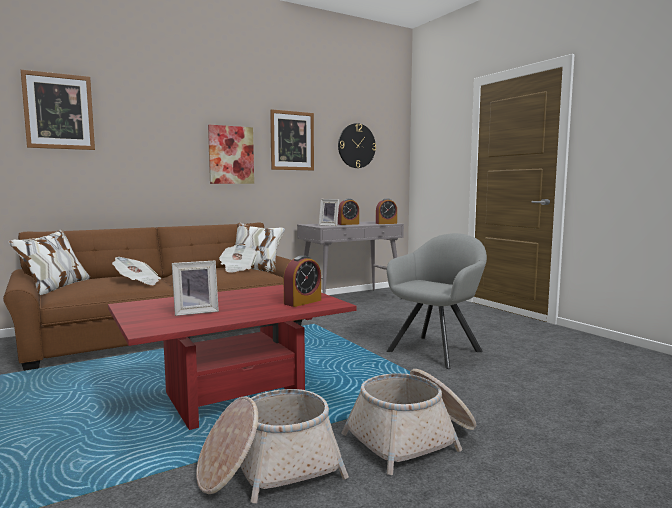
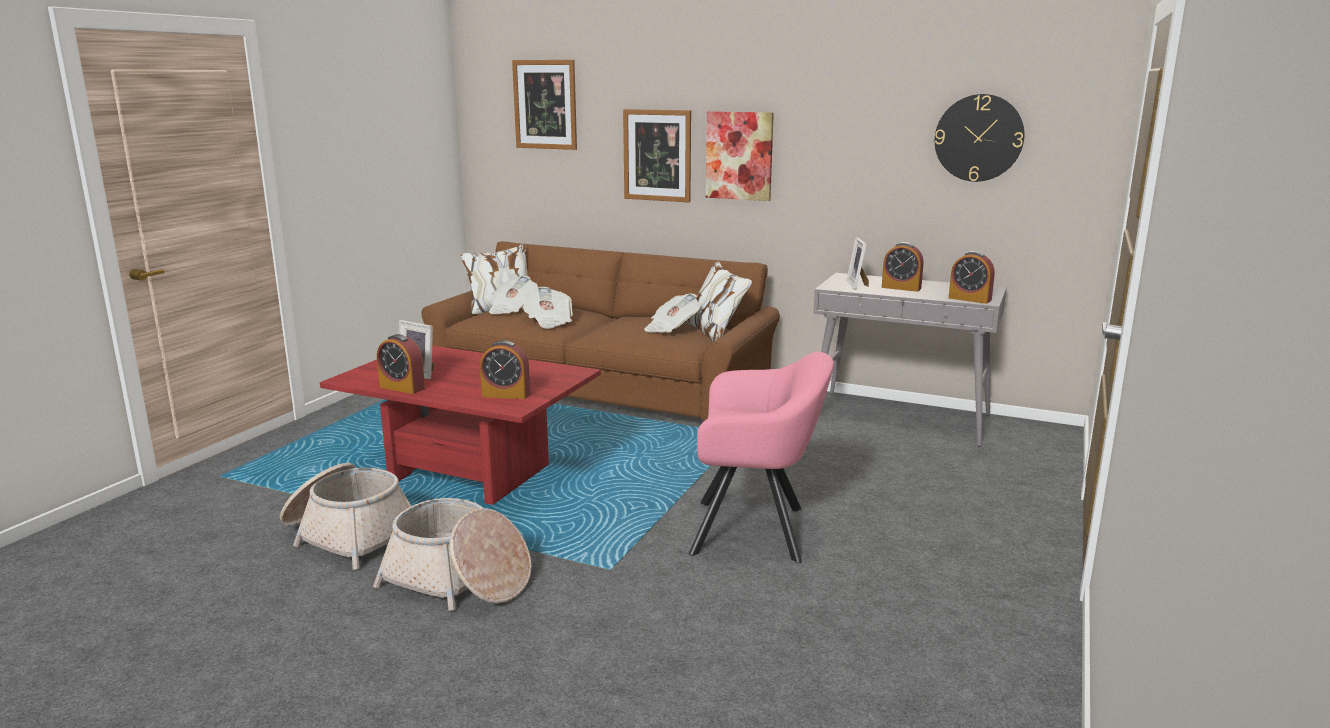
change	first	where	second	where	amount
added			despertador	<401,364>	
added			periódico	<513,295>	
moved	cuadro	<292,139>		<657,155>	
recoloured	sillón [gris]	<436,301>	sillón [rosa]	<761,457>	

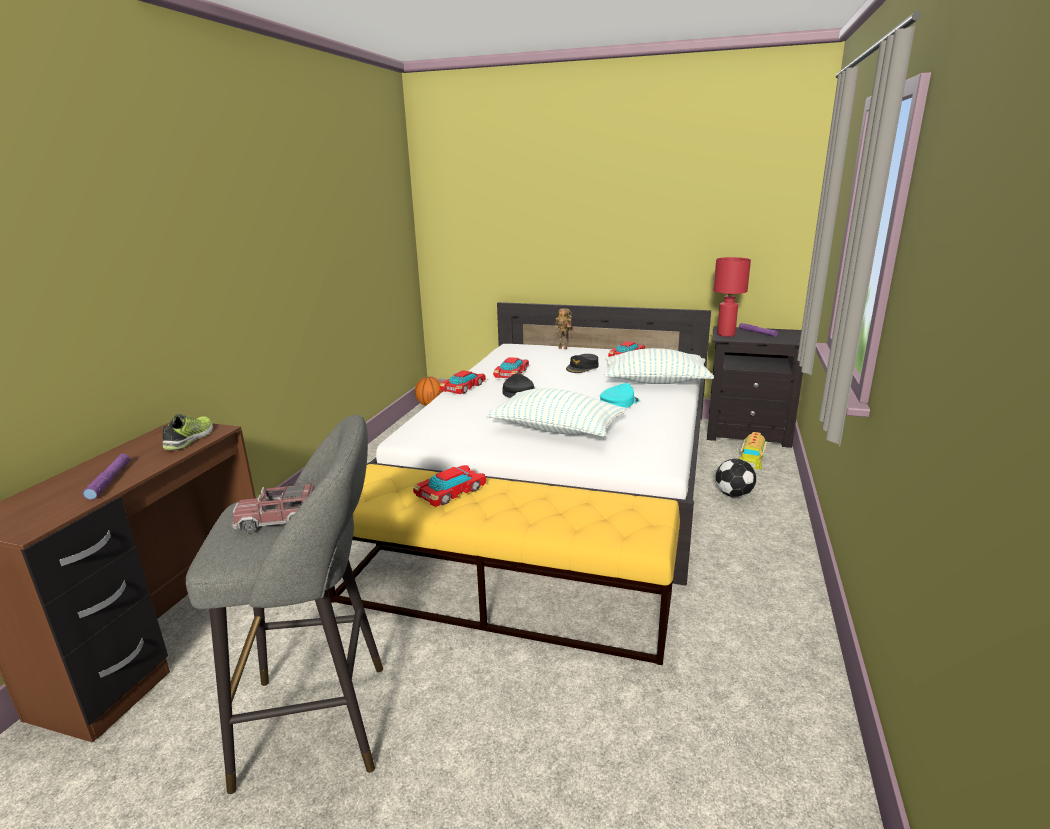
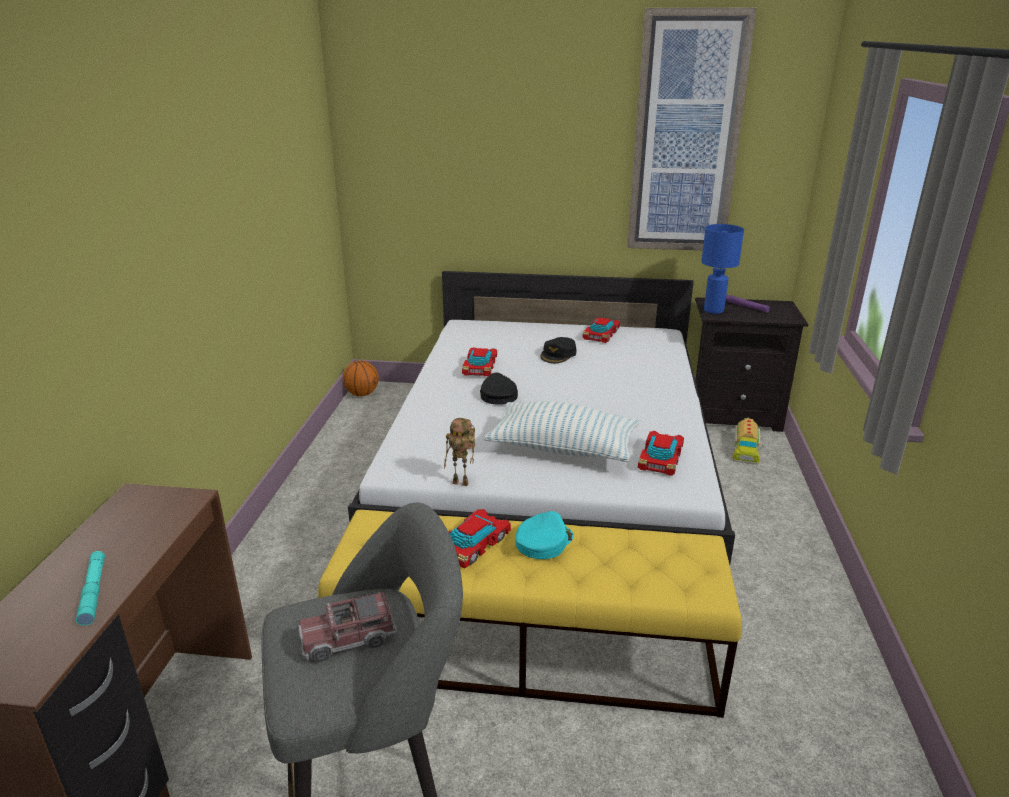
change	first	where	second	where	amount
removed	zapato	<187,432>			
removed	cojín	<659,366>			
removed	balón de fútbol	<735,478>			
added			cuadro	<692,128>	
moved	coche de juguete	<463,382>		<661,453>	
moved	robot de juguete	<563,329>		<459,452>	
moved	gorra [turquesa]	<620,395>		<544,535>	
recoloured	linterna [morado]	<106,477>	linterna [turquesa]	<90,588>	
recoloured	lámpara de mesa [rojo]	<732,297>	lámpara de mesa [azul]	<722,269>	

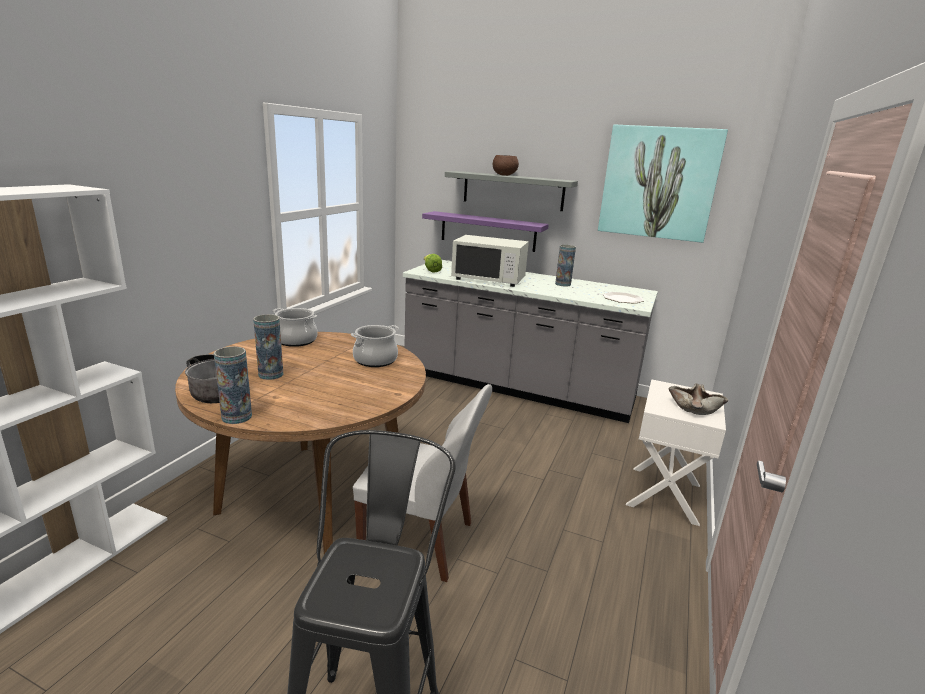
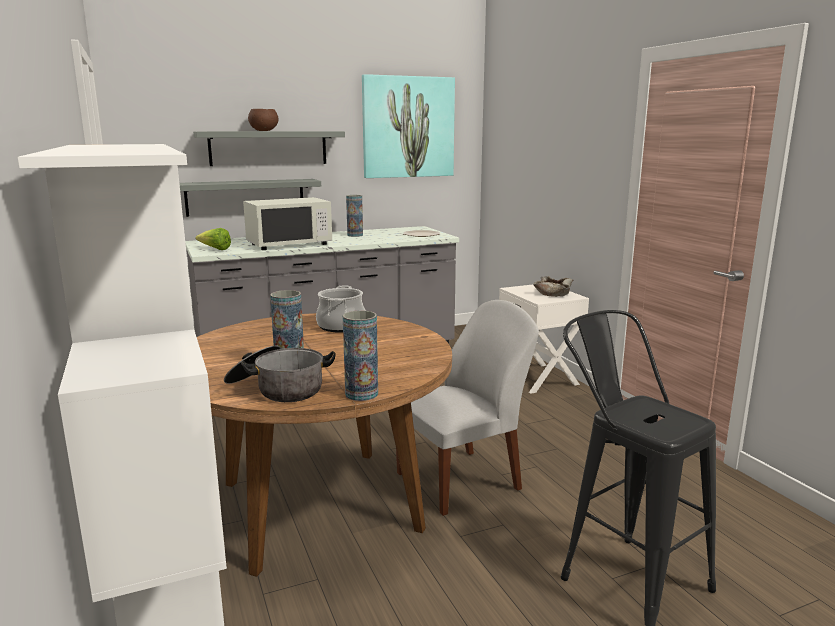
change	first	where	second	where	amount
removed	olla	<295,327>			
recoloured	estante [morado]	<485,231>	estante [gris]	<250,198>	

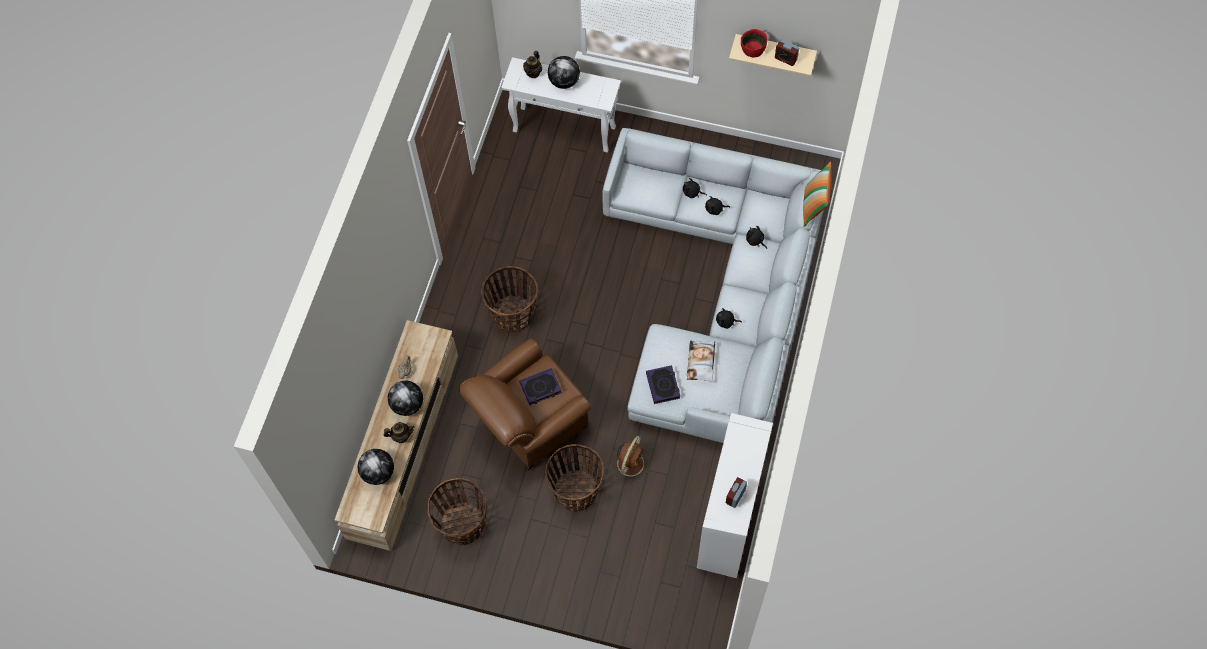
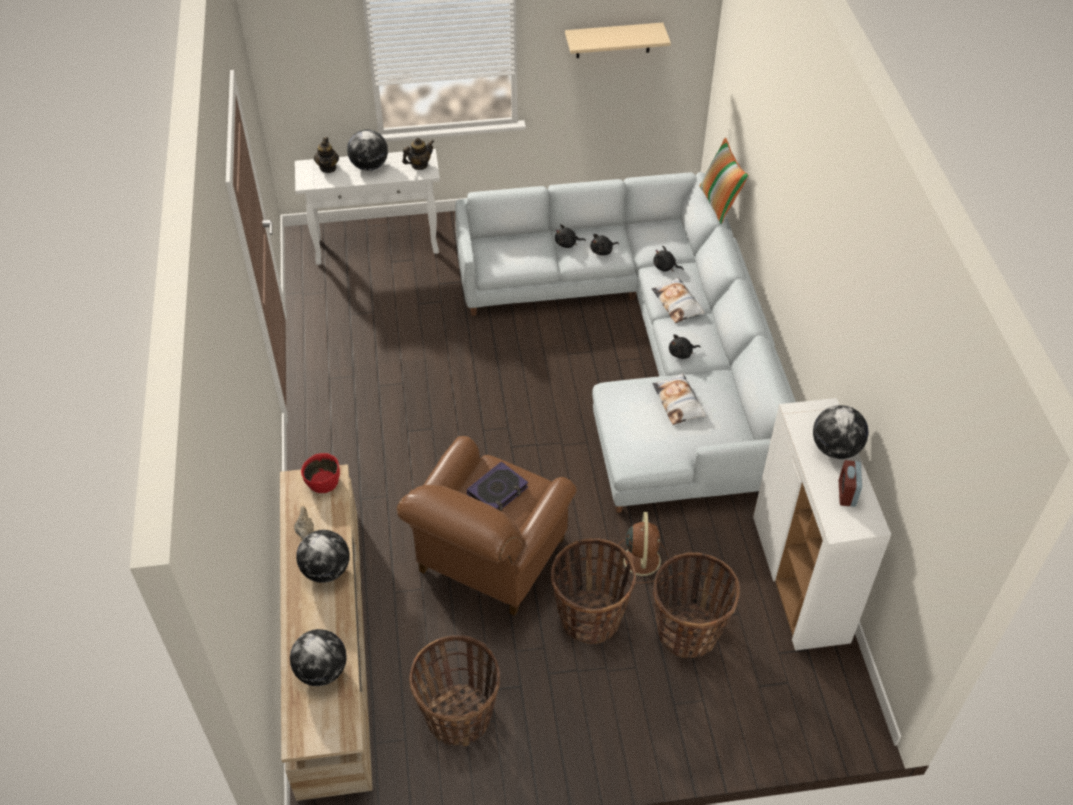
change	first	where	second	where	amount
removed	libro	<663,384>			
removed	despertador	<787,52>			
added			cojín	<678,300>	
added			globo terráqueo	<841,432>	
moved	tetera	<399,432>		<418,154>	
moved	cesta	<509,299>		<696,605>	
moved	cuenco [rojo]	<754,43>		<320,473>	

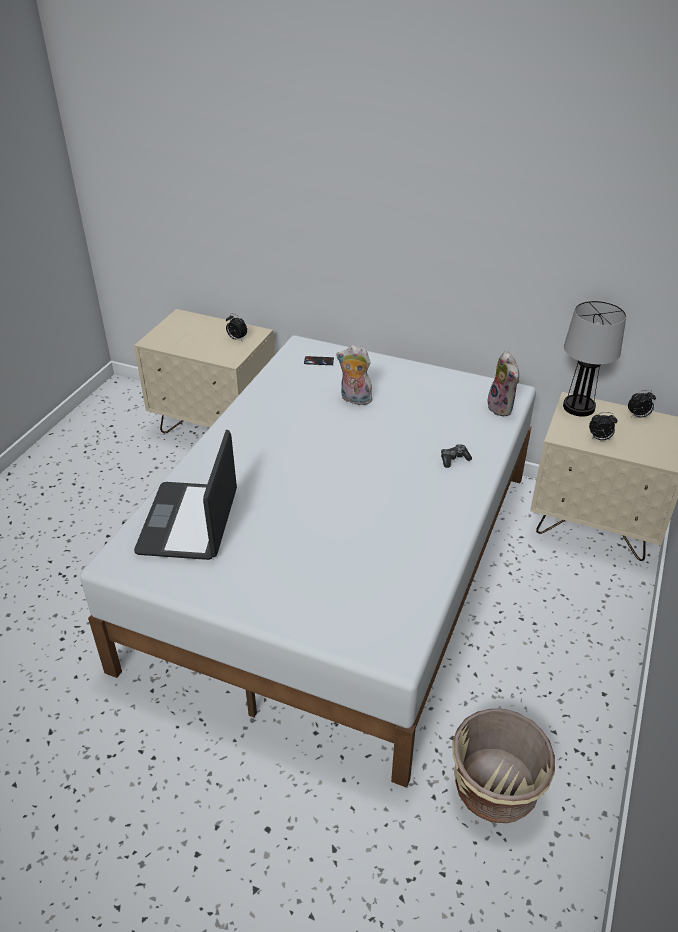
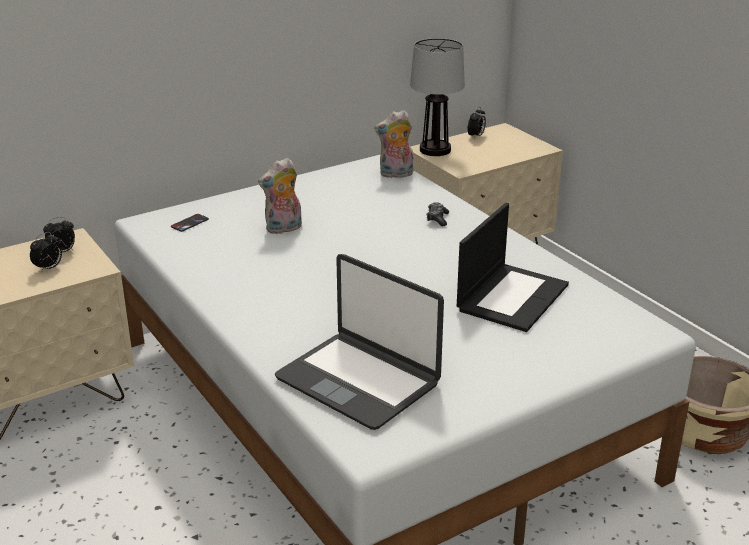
change	first	where	second	where	amount
added			portátil	<513,267>	
moved	despertador	<603,426>		<46,252>	
turned	peluche	<502,383>		<394,144>	150 degrees clockwise

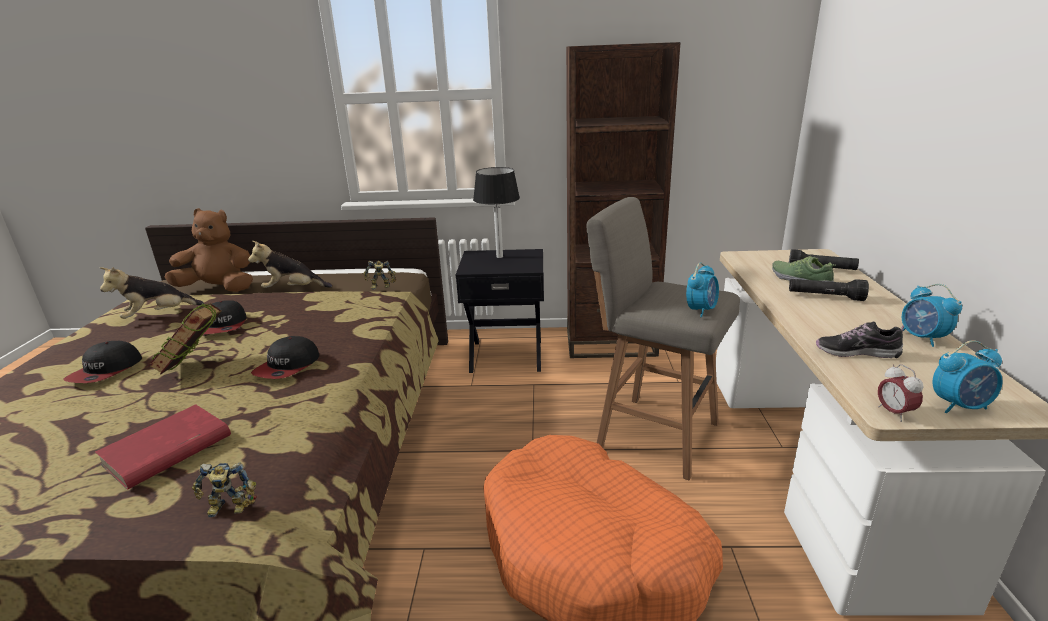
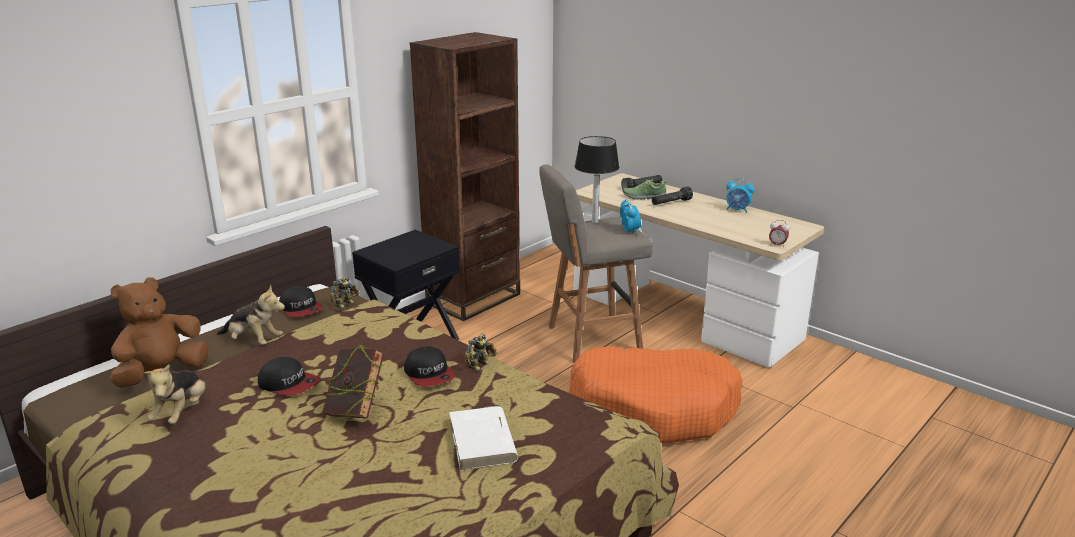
change	first	where	second	where	amount
removed	zapato	<860,340>			
removed	despertador	<968,377>			
moved	gorra	<102,362>		<301,301>	
moved	robot de juguete	<224,489>		<480,352>	
moved	lámpara de mesa	<496,212>		<596,179>	
recoloured	libro [rojo]	<163,447>	libro [blanco]	<483,438>	
turned	peluche	<290,264>		<251,315>	105 degrees counterclockwise

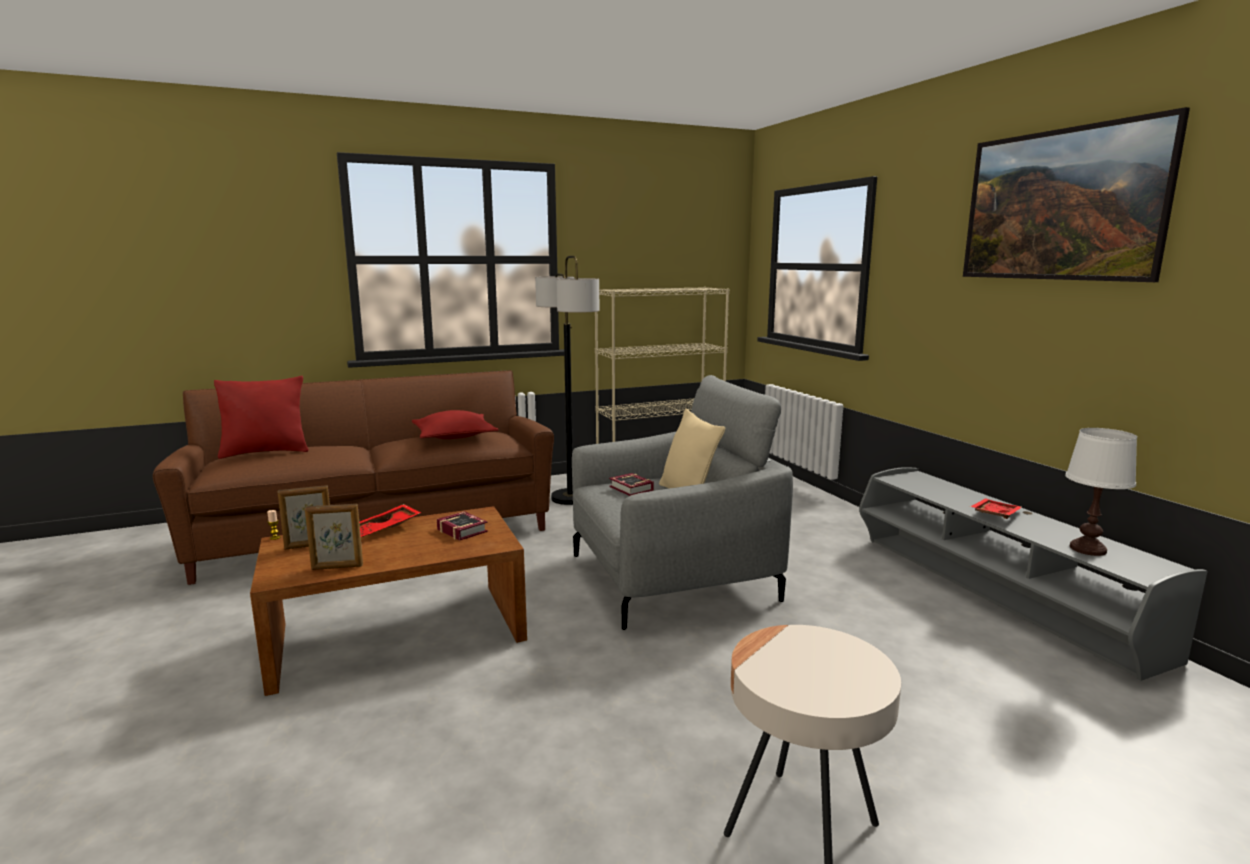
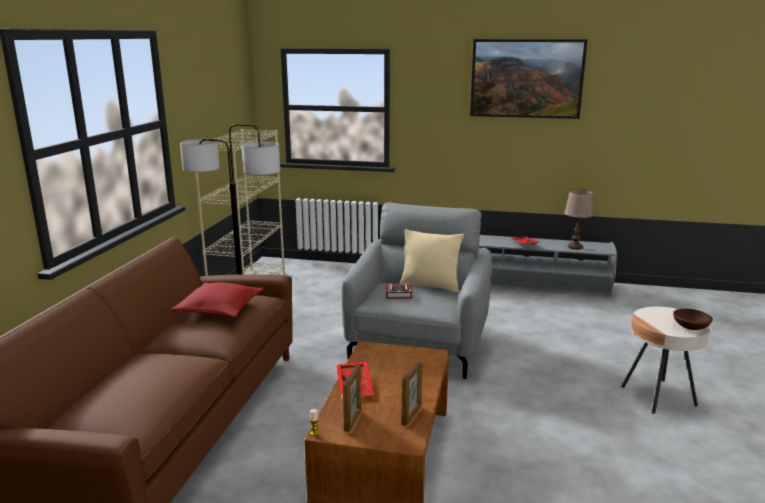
change	first	where	second	where	amount
removed	cojín [rojo]	<261,417>			
removed	libro	<462,526>			
added			cuenco [marrón]	<693,319>	
recoloured	lámpara de mesa [blanco]	<1101,492>	lámpara de mesa [marrón]	<579,219>	

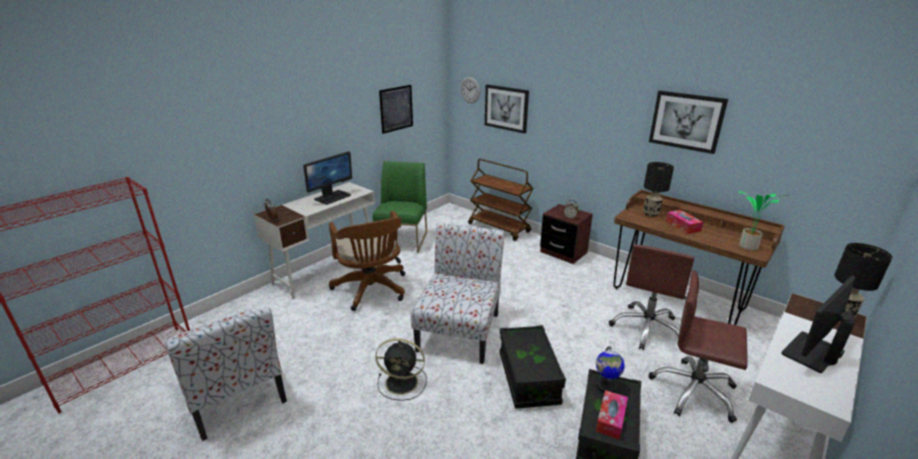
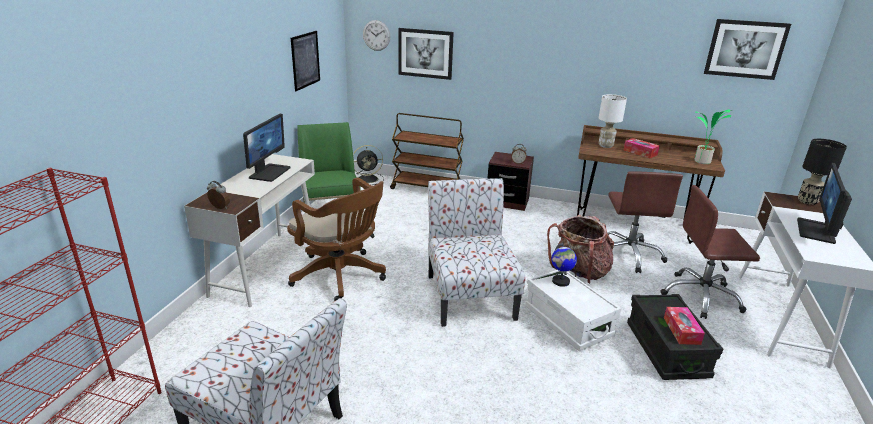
change	first	where	second	where	amount
added			mochila	<580,249>	
moved	ventilador [negro]	<401,369>		<368,165>	
moved	globo terráqueo	<610,369>		<564,265>	
moved	cuadro	<688,122>		<747,49>	
recoloured	caja de almacenaje [negro]	<533,367>	caja de almacenaje [blanco]	<573,310>	
recoloured	lámpara de mesa [negro]	<659,189>	lámpara de mesa [blanco]	<613,121>	

